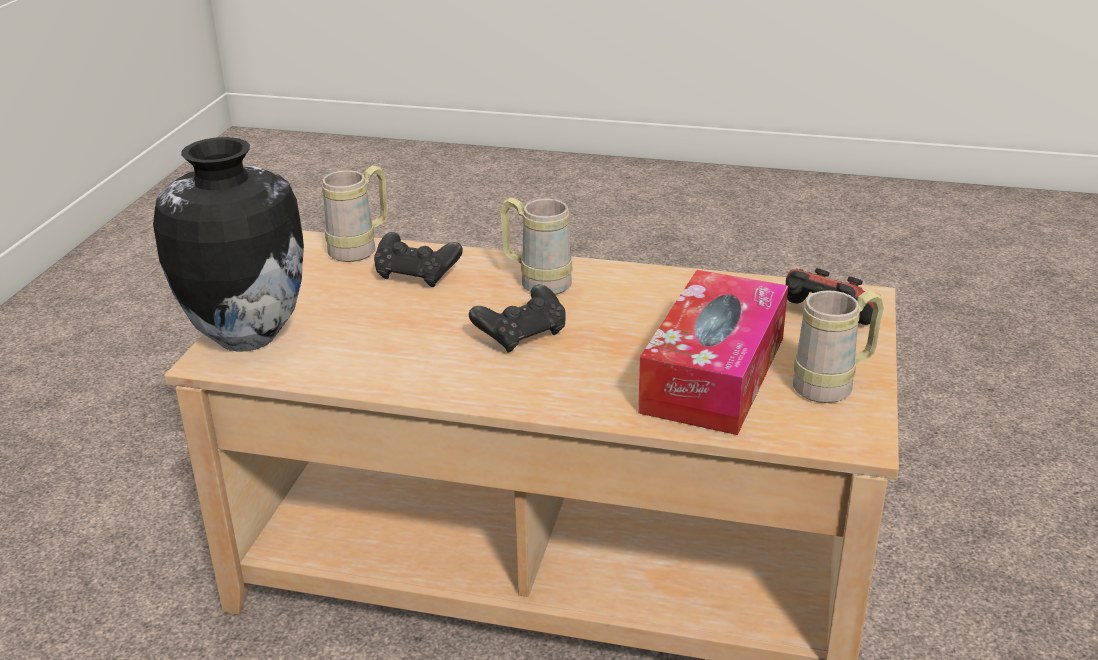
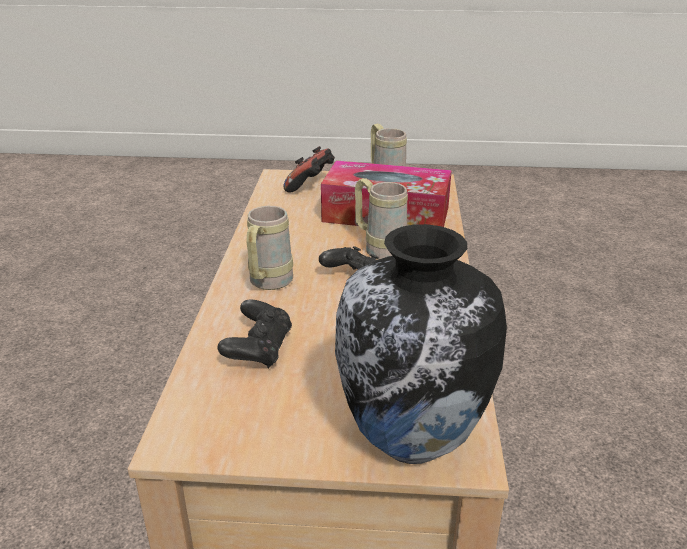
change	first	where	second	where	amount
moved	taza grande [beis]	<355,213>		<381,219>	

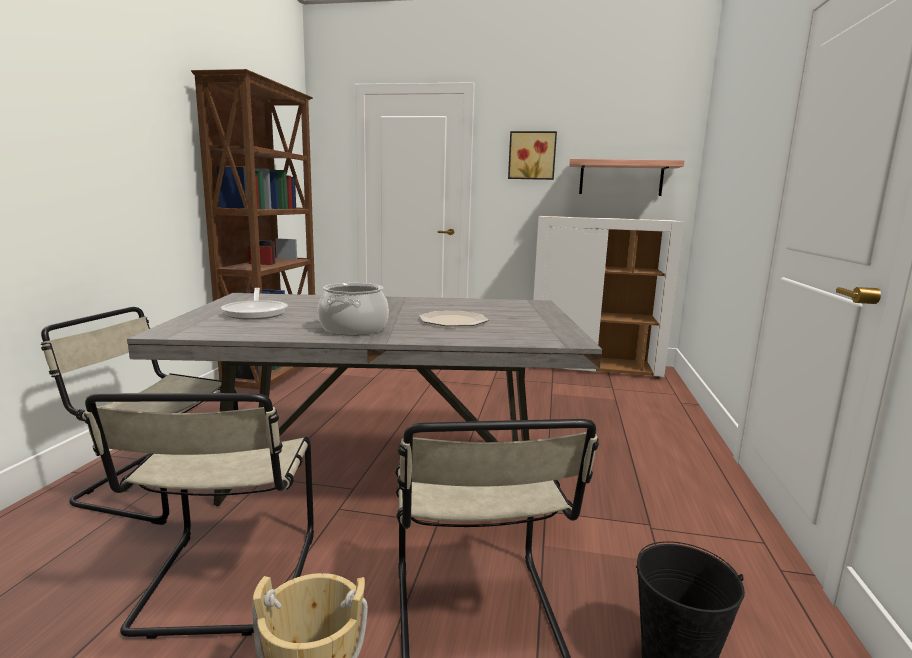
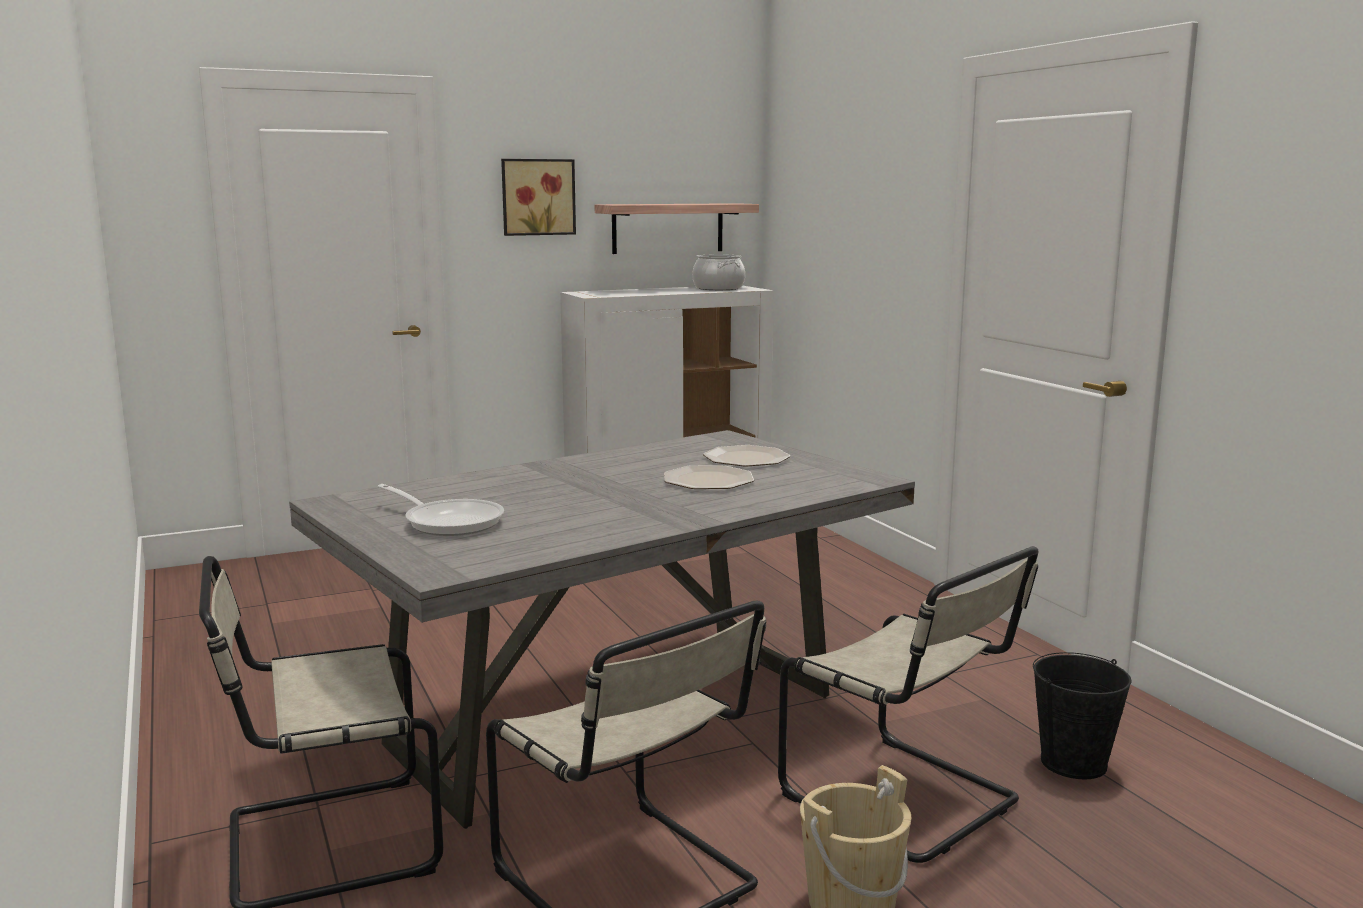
change	first	where	second	where	amount
removed	estantería [marrón]	<253,231>			
added			plato	<746,455>	
moved	olla	<353,309>		<718,272>	

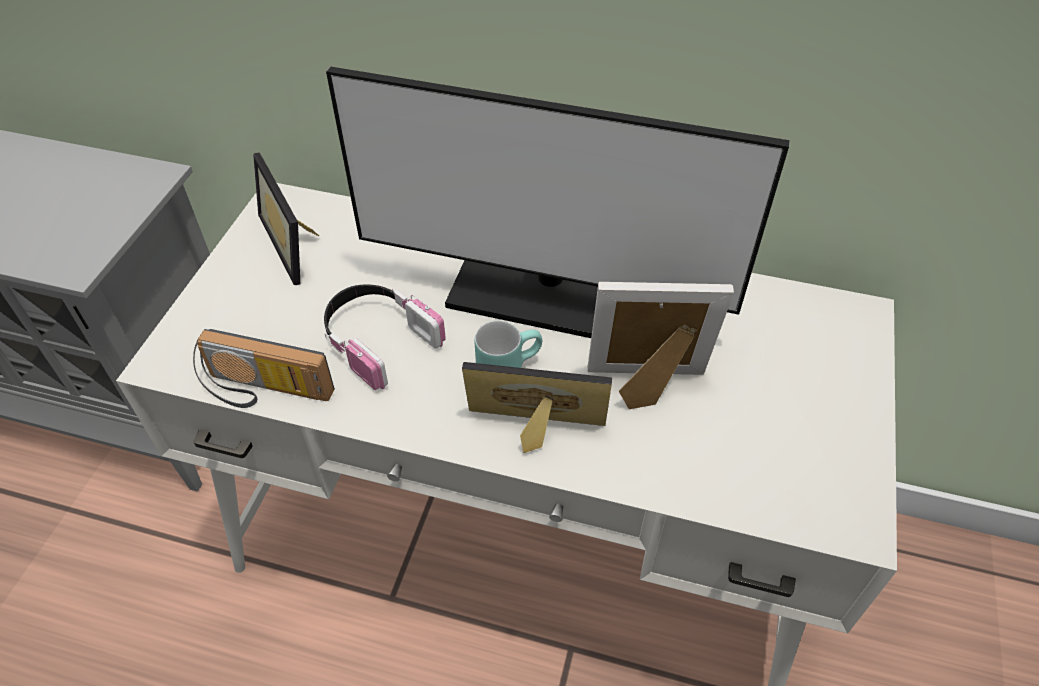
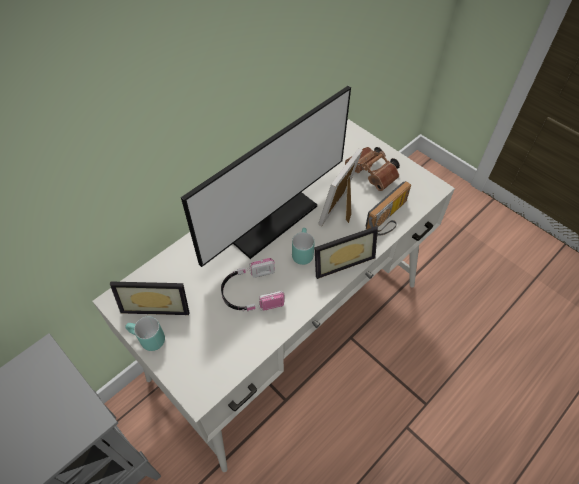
change	first	where	second	where	amount
added			taza grande [turquesa]	<145,333>	
added			prismáticos [marrón]	<372,169>	
moved	radio	<264,368>		<388,208>	
turned	portarretratos	<537,407>		<346,252>	150 degrees counterclockwise

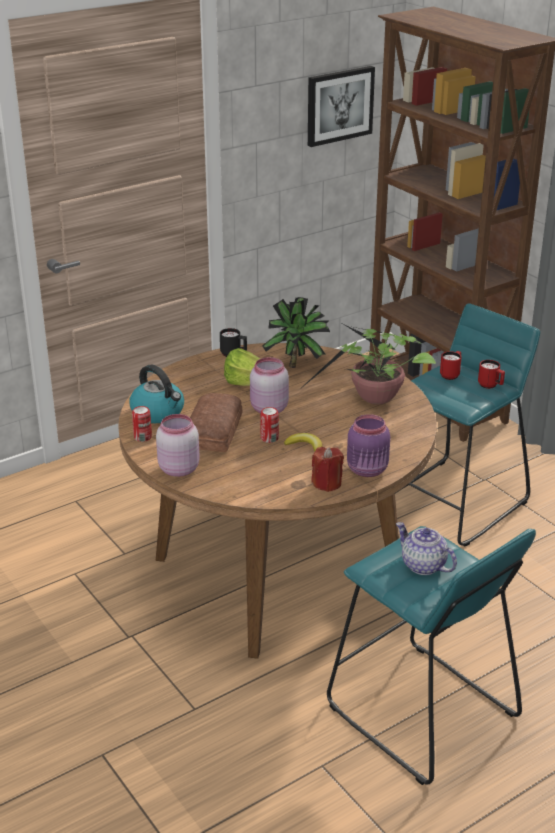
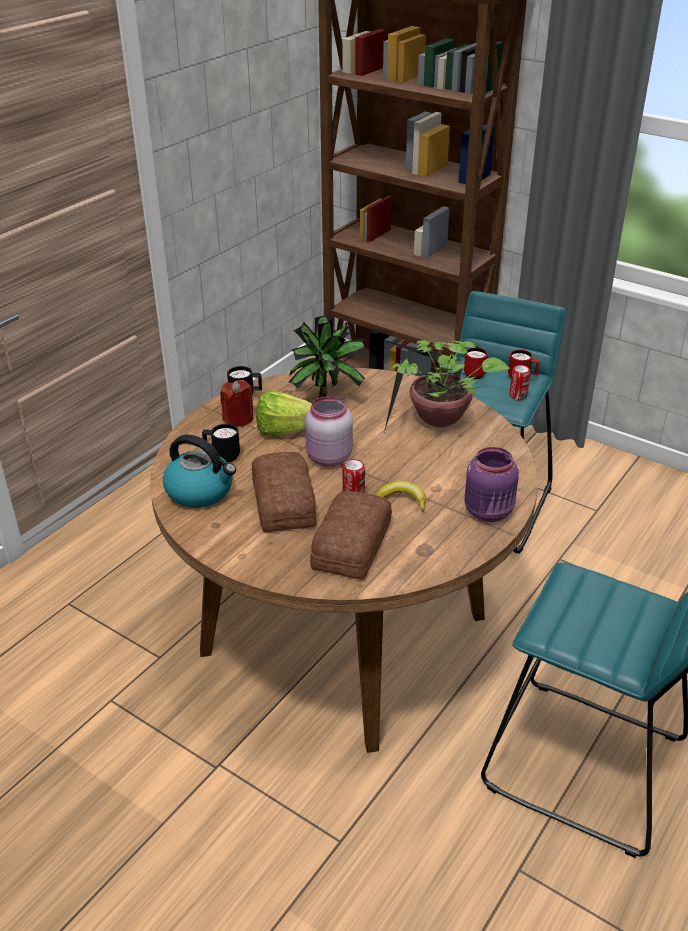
change	first	where	second	where	amount
removed	tarro [rosa]	<178,445>			
removed	cuadro	<341,106>			
removed	tetera	<426,548>			
added			taza grande [negro]	<221,443>	
added			pan	<351,535>	
moved	lata	<142,424>		<520,382>	
moved	vela [rojo]	<327,469>		<236,403>	

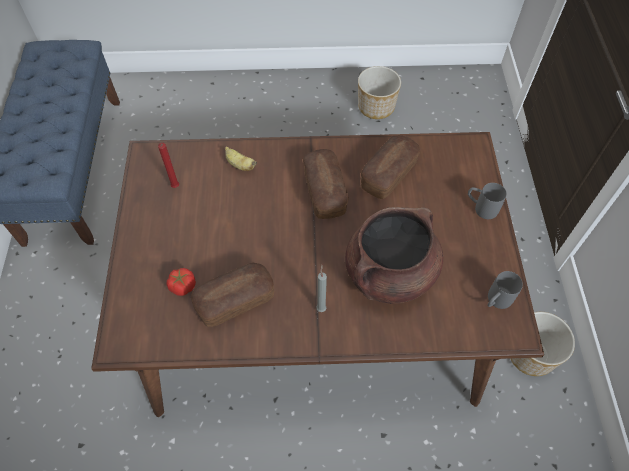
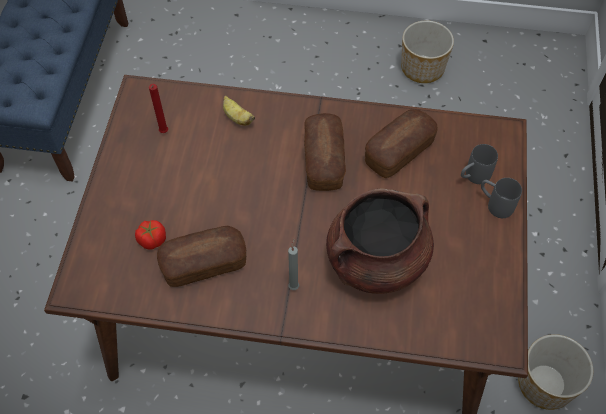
change	first	where	second	where	amount
moved	taza grande [gris]	<505,290>		<479,164>	

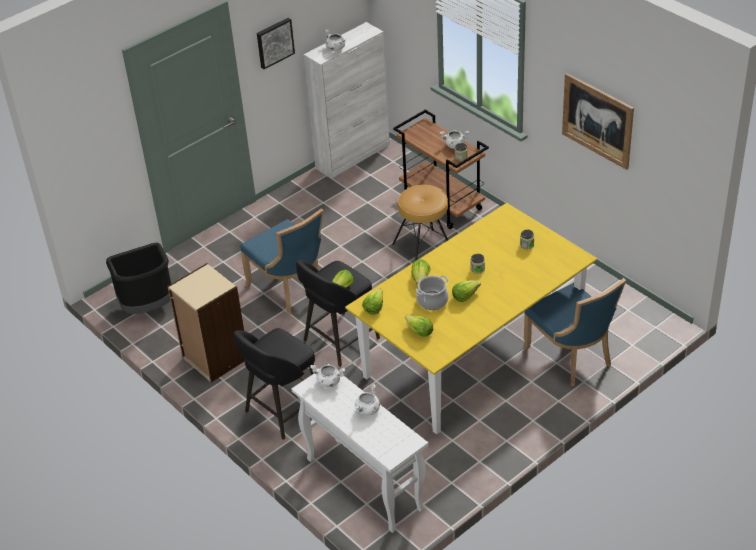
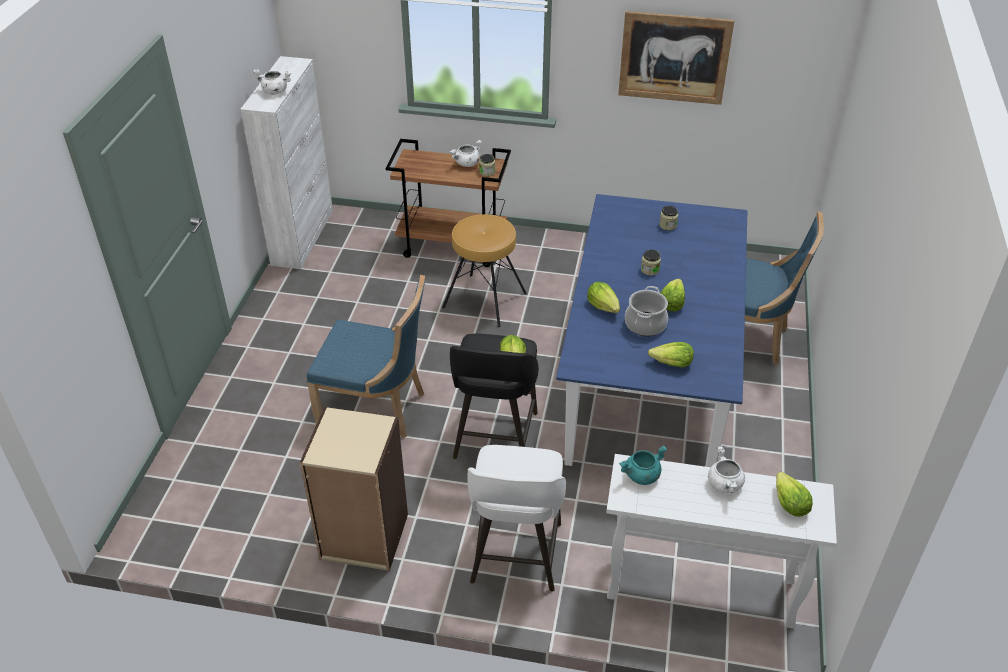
change	first	where	second	where	amount
removed	papelera [negro]	<138,278>			
removed	cuadro	<276,43>			
moved	lechuga	<372,302>		<794,494>	
recoloured	taburete [negro]	<274,384>	taburete [blanco]	<516,518>	
recoloured	olla [blanco]	<327,376>	olla [turquesa]	<643,465>	
recoloured	mesa de comedor [amarillo]	<471,318>	mesa de comedor [azul]	<651,330>	

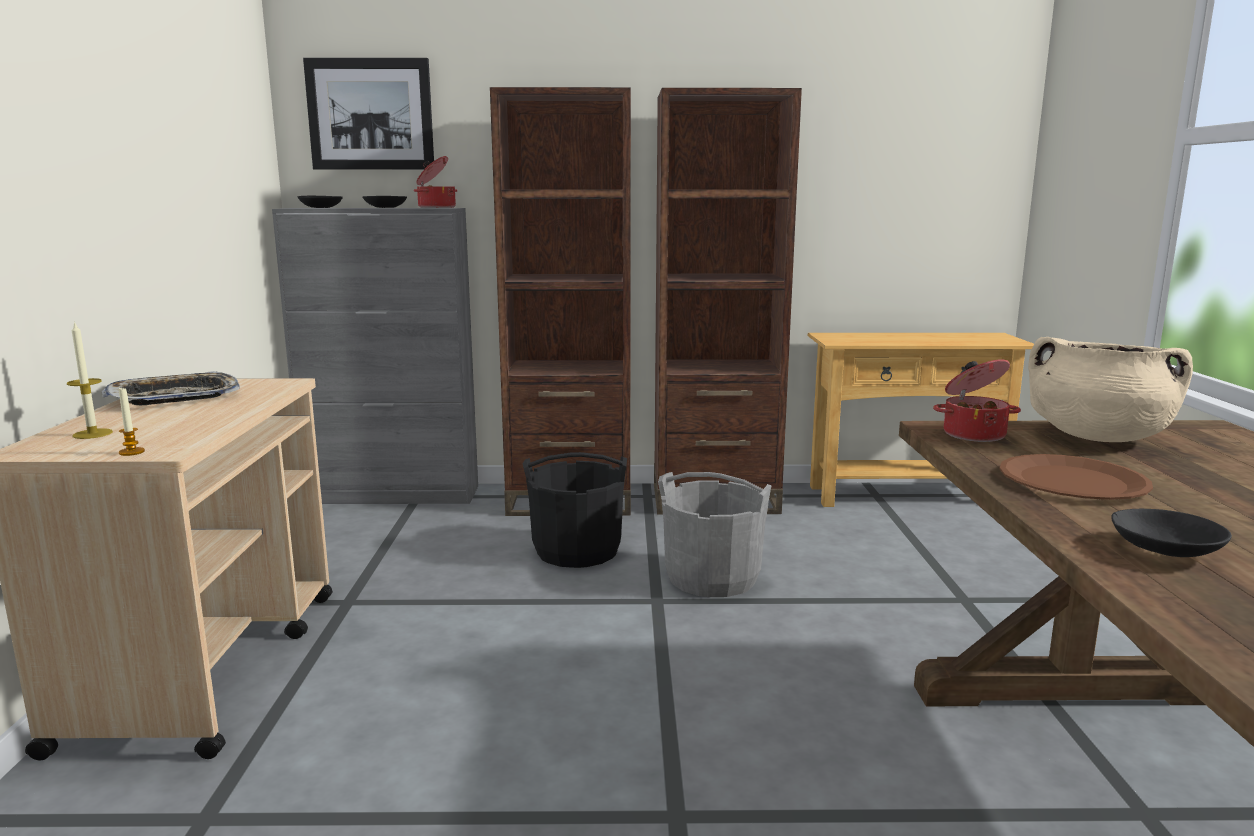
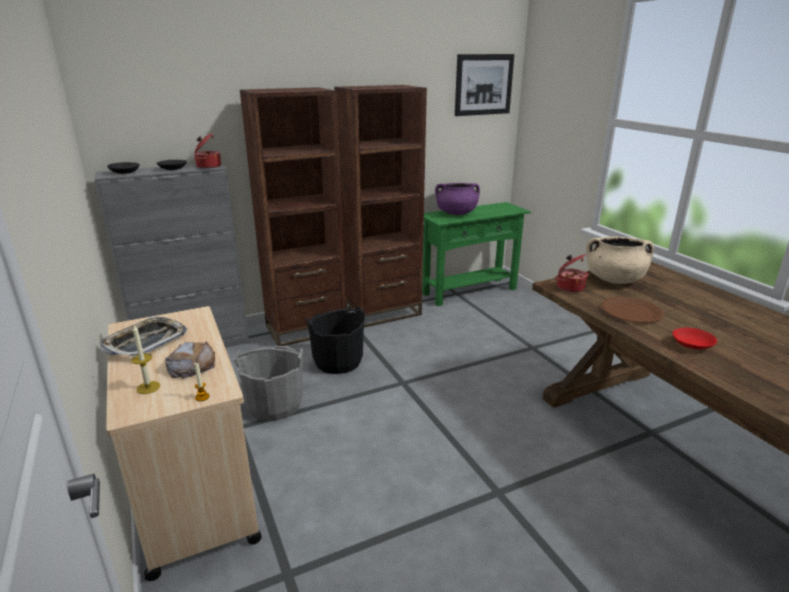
change	first	where	second	where	amount
added			pan	<190,359>	
added			olla [morado]	<457,199>	
moved	cuadro	<368,113>		<484,85>	
moved	cubo [gris]	<714,534>		<268,383>	
recoloured	mesa consola [beis]	<921,420>	mesa consola [verde]	<476,254>	
recoloured	cuenco [negro]	<1171,533>	cuenco [rojo]	<694,338>	

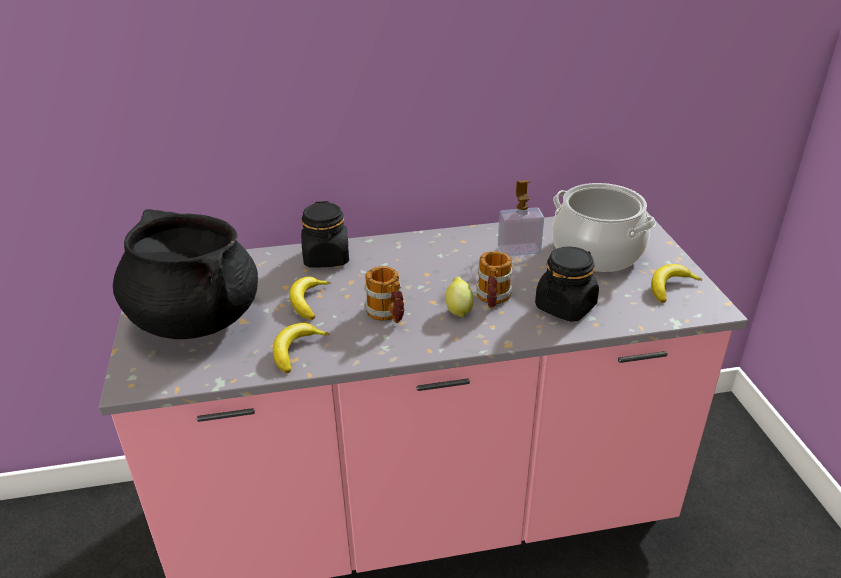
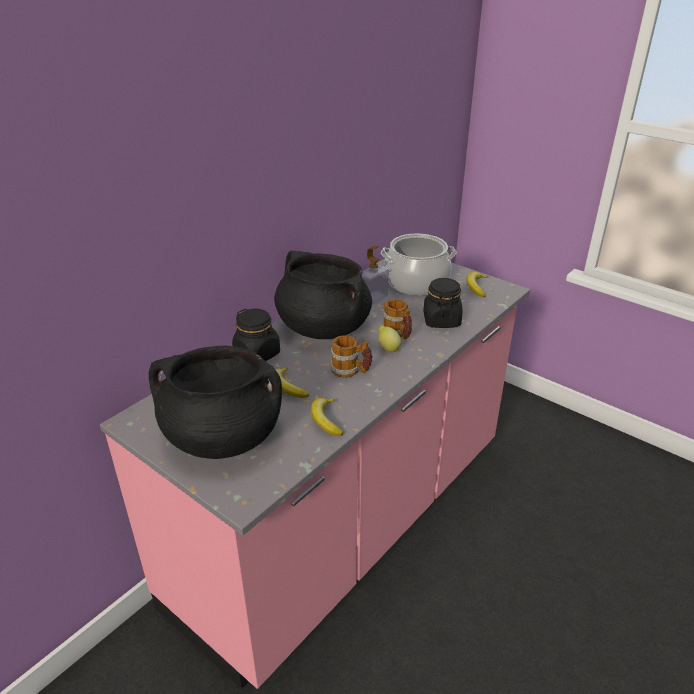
change	first	where	second	where	amount
added			olla [negro]	<323,295>	

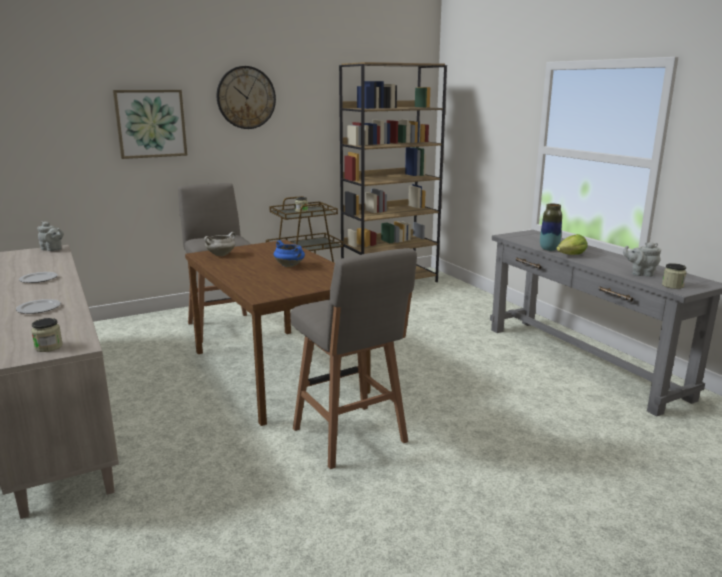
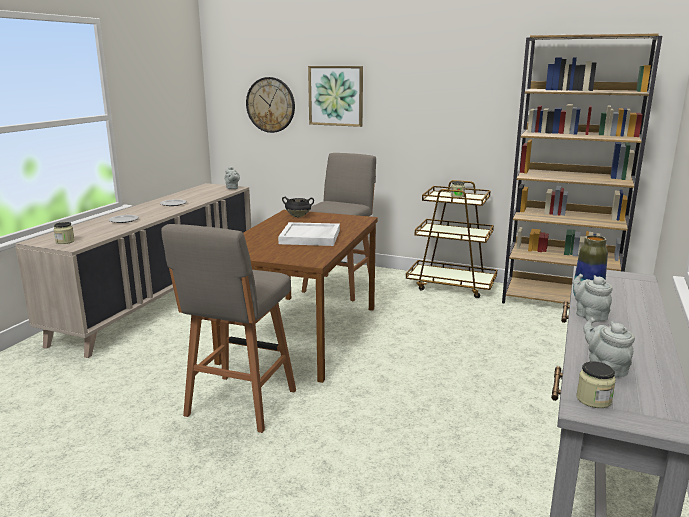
change	first	where	second	where	amount
moved	reloj de pared	<246,97>		<270,105>	
replaced	olla [azul]	<289,253>	bandeja [blanco]	<309,234>	
replaced	lechuga	<571,244>	tetera [gris]	<593,298>	
recoloured	olla [blanco]	<220,244>	olla [negro]	<298,207>	

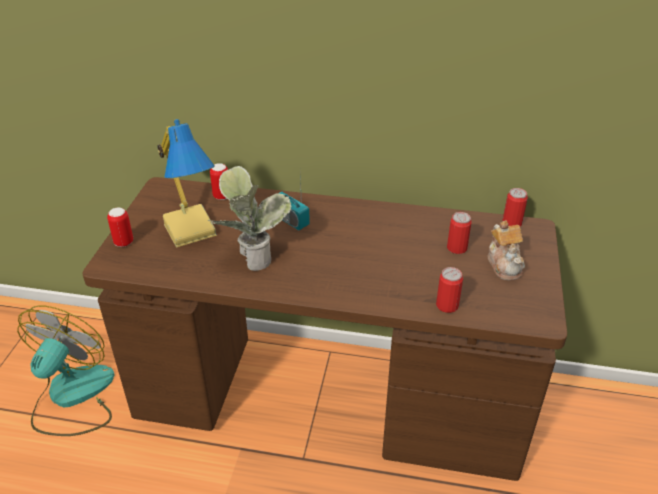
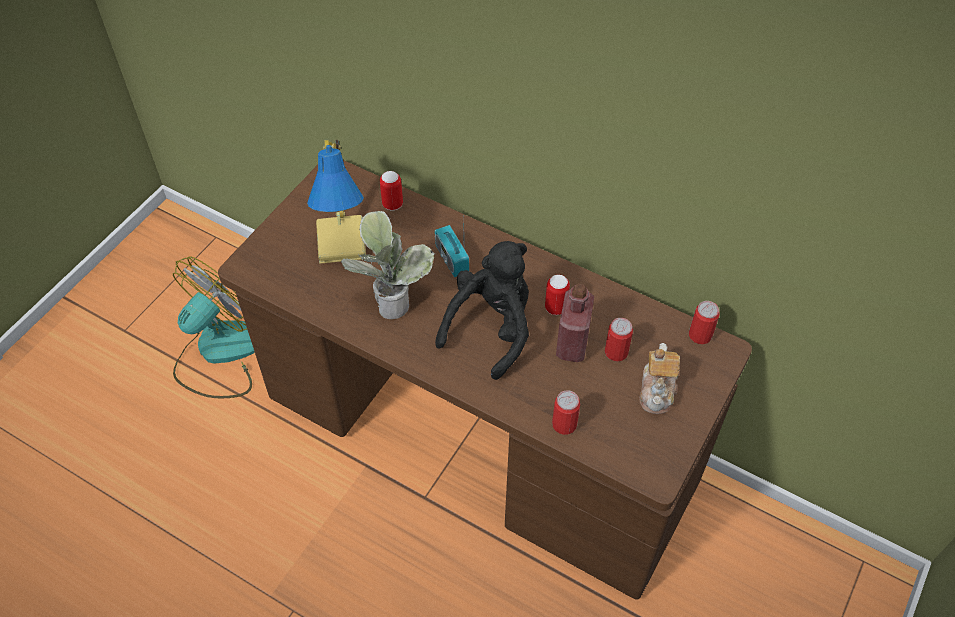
change	first	where	second	where	amount
added			peluche [negro]	<482,310>	
added			botella [rojo]	<575,323>	
moved	lata	<120,227>		<557,295>	

